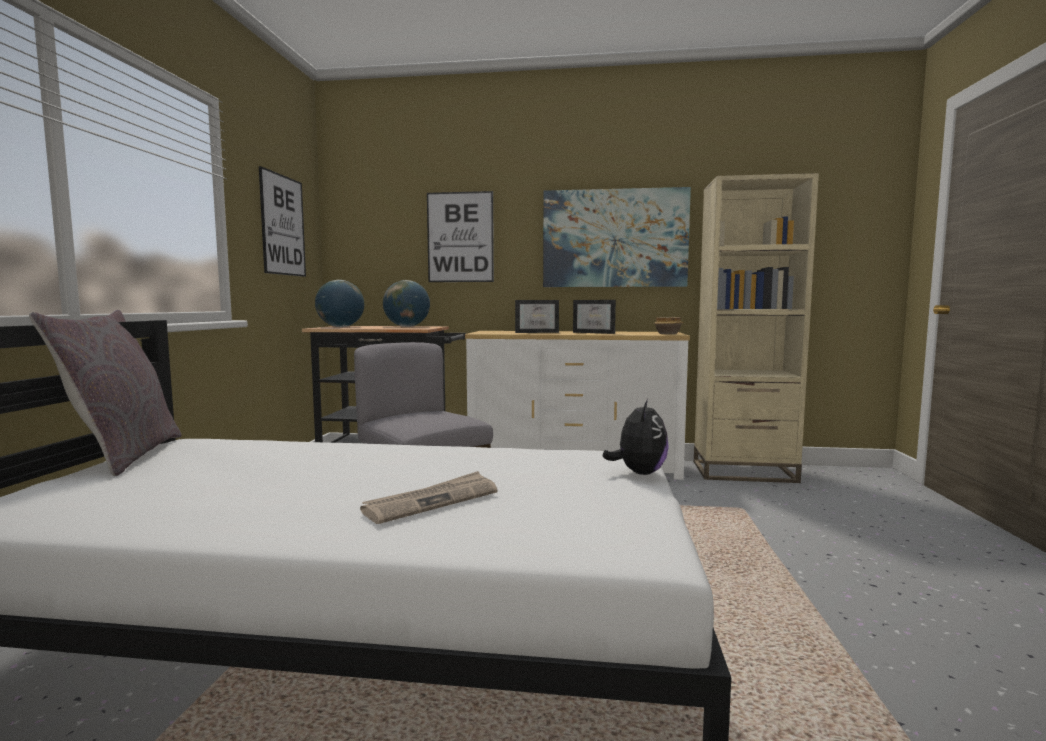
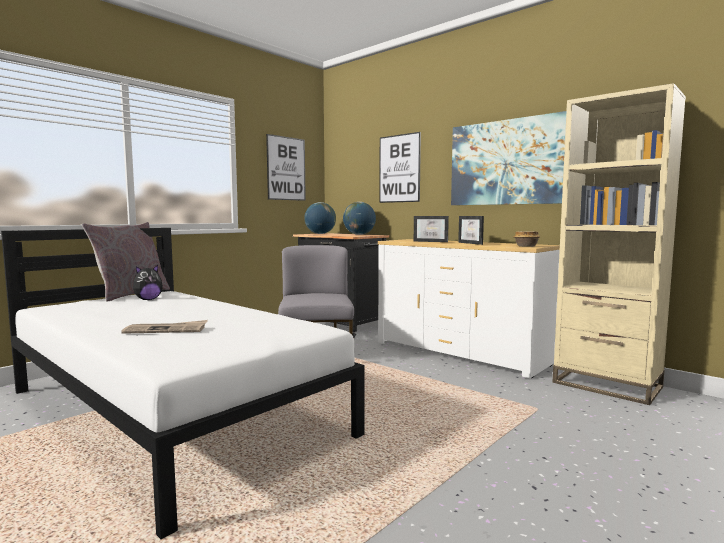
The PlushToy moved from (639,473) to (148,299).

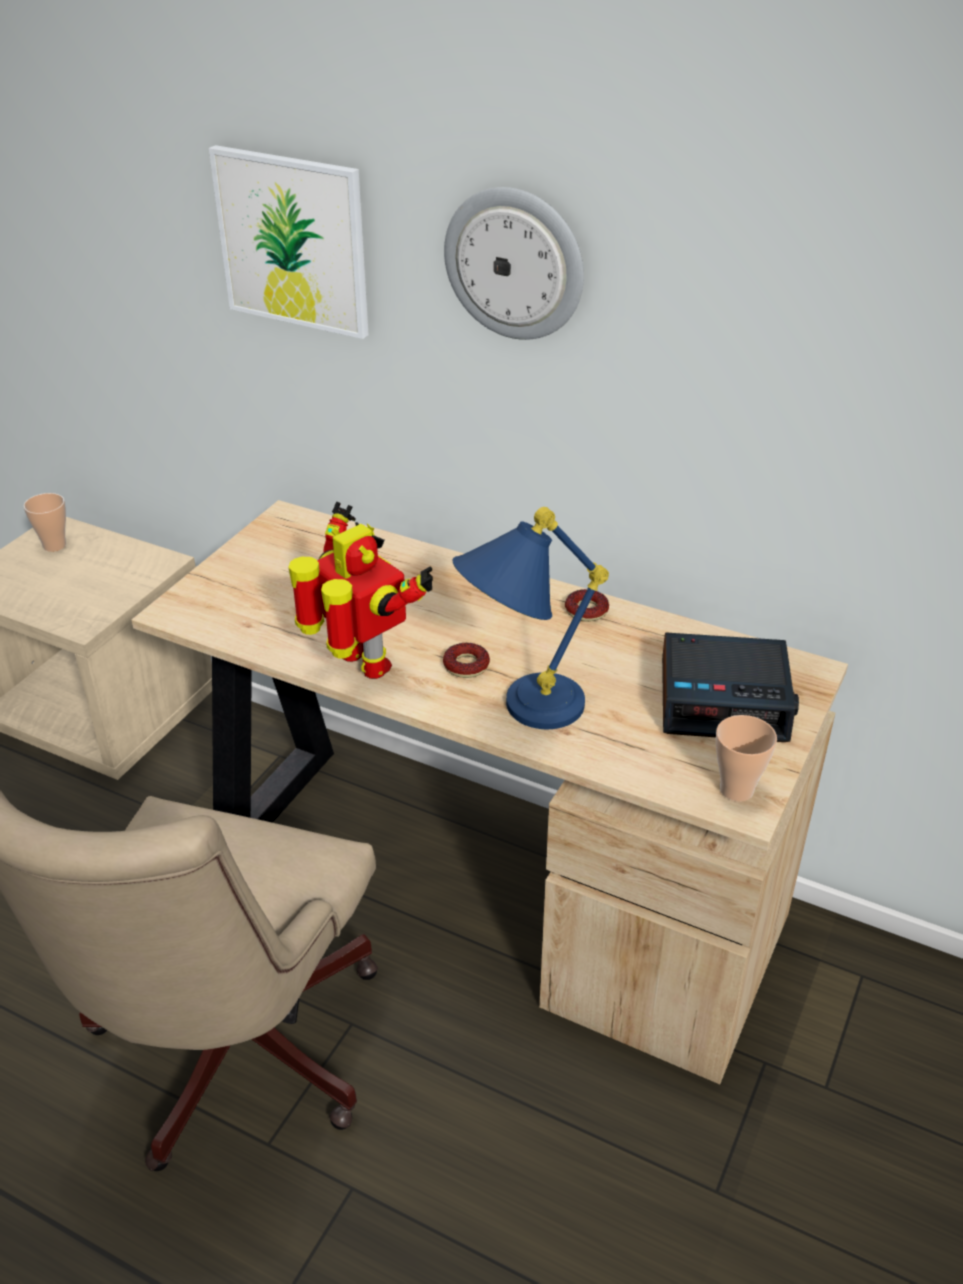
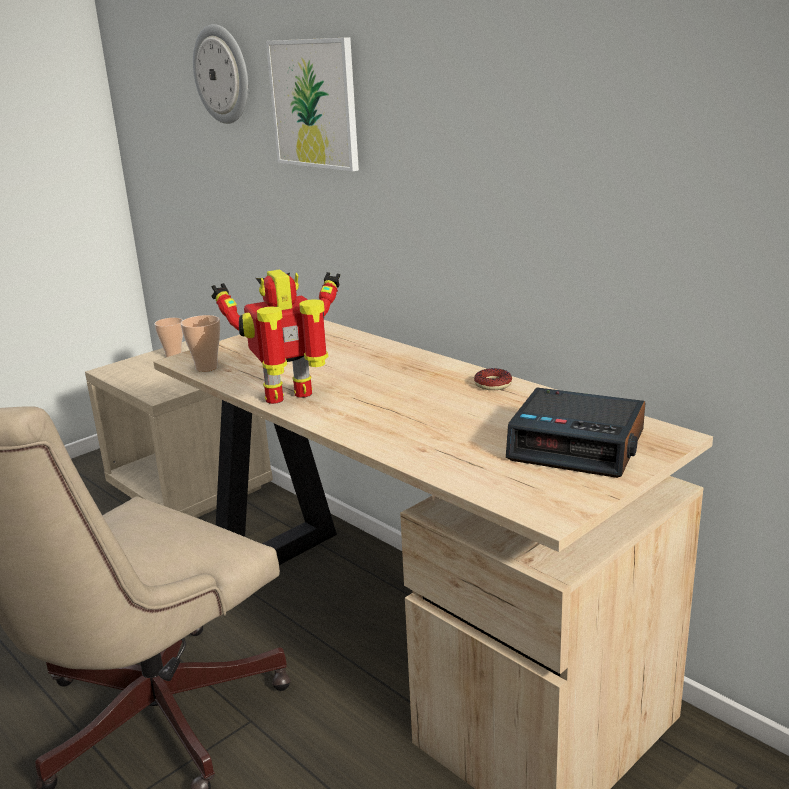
The WallClock moved from (515,263) to (223,74).
The ToyRobot at (362,665) turned 90 degrees counterclockwise.
The BlueTableLamp at (518,712) disappeared.
The Donut at (466,665) disappeared.
The Cup moved from (736,790) to (206,367).

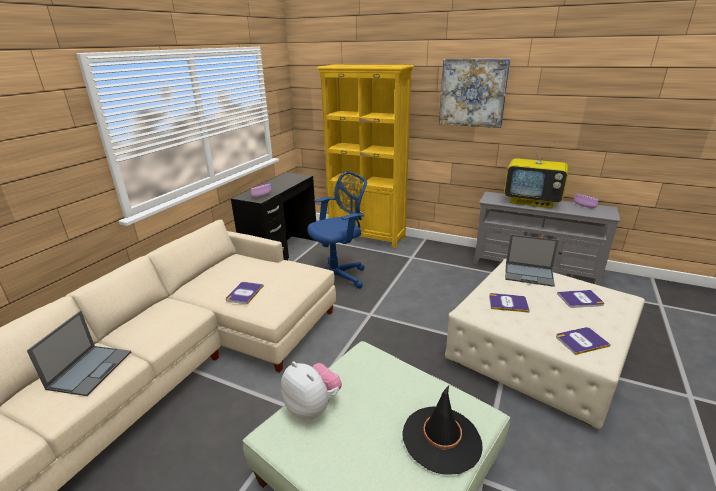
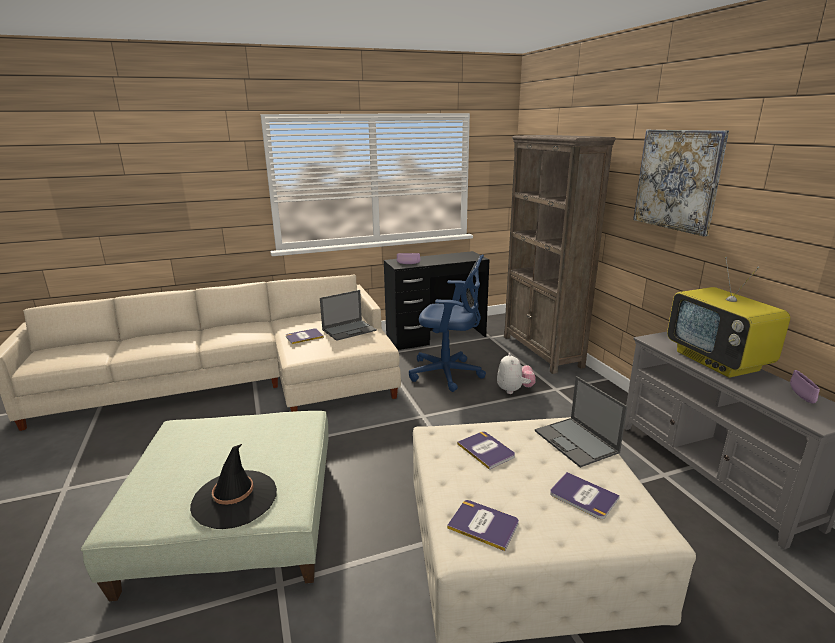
The YellowBookcase at (367,236) became the BrownBookcase at (542,351).
The Laptop moved from (91,369) to (349,330).
The PlushToy moved from (312,407) to (514,390).

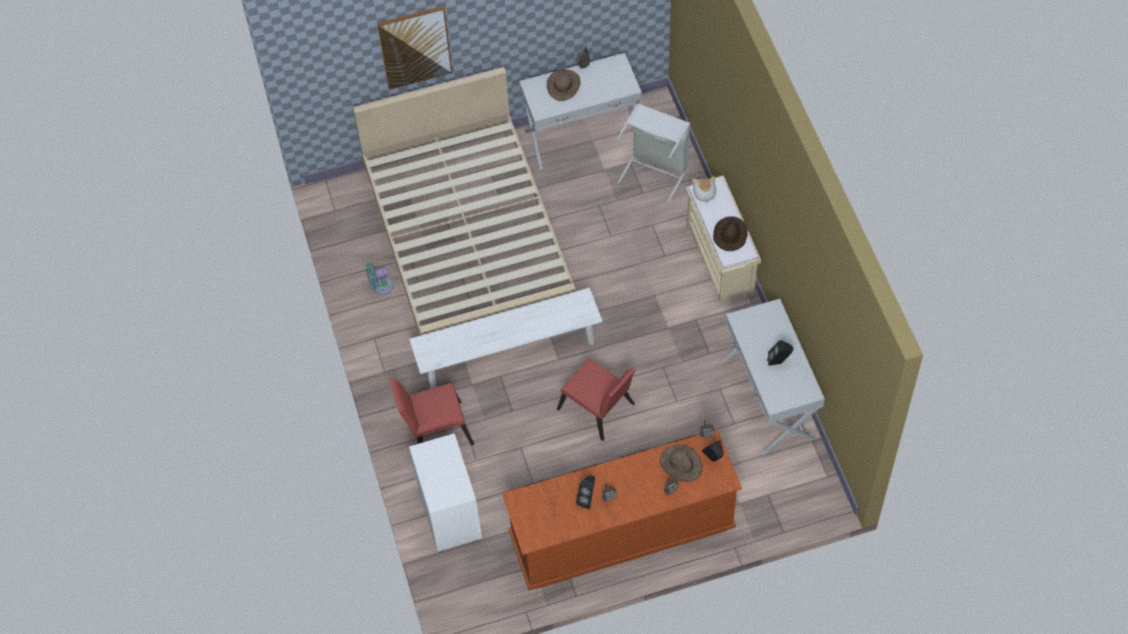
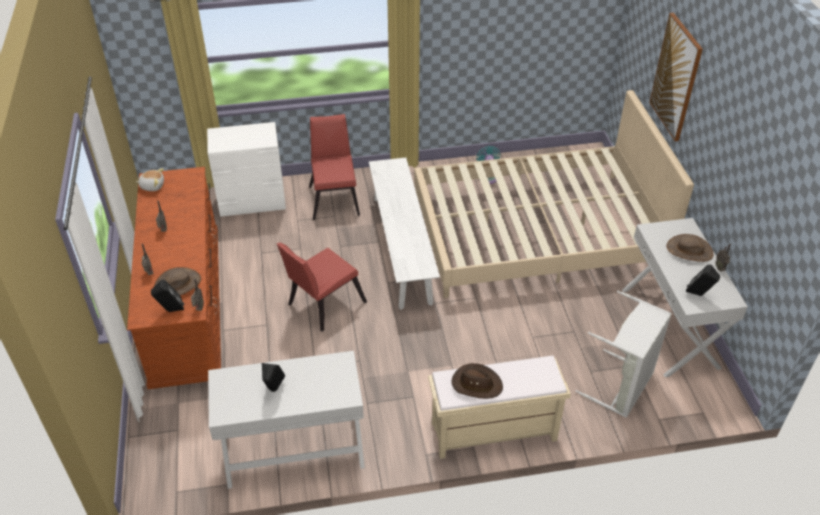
The PlushToy moved from (704,194) to (152,186).
The BlackSpeaker moved from (587,499) to (699,294).

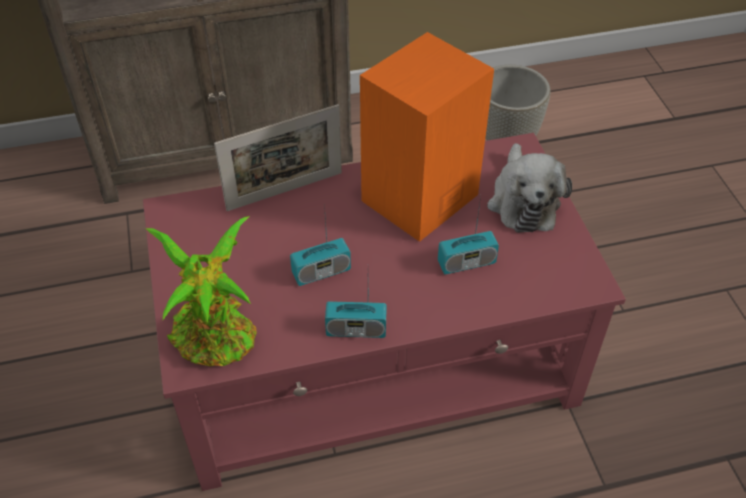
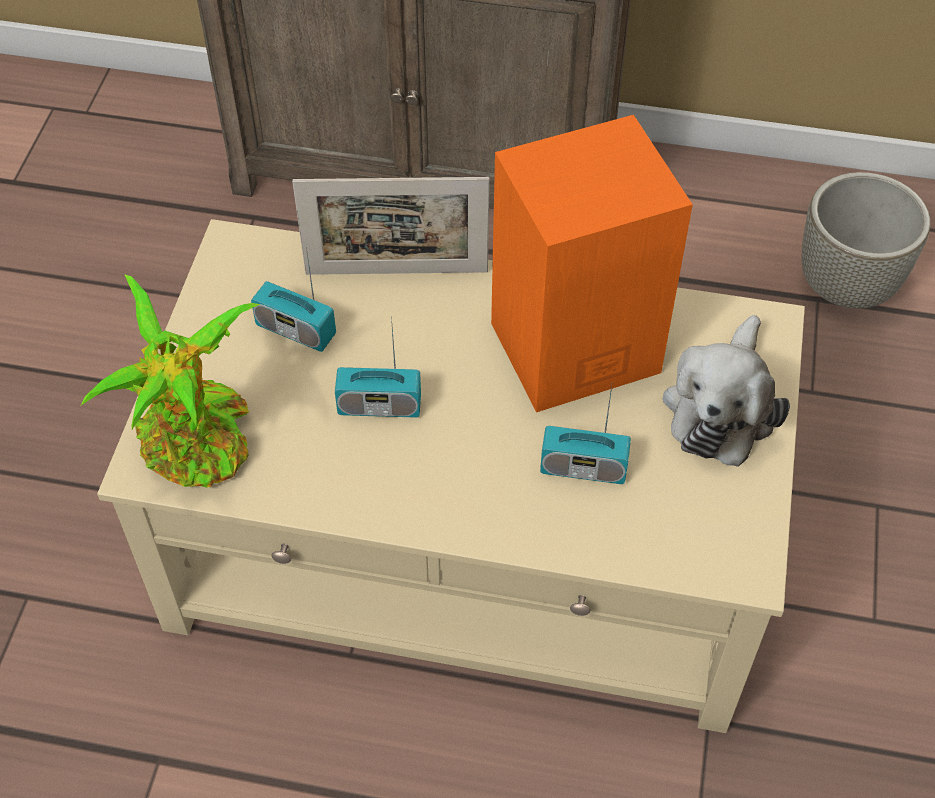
The RedCoffeeTable at (374,359) became the BeigeCoffeeTable at (470,547).
The Radio moved from (356,329) to (295,330).

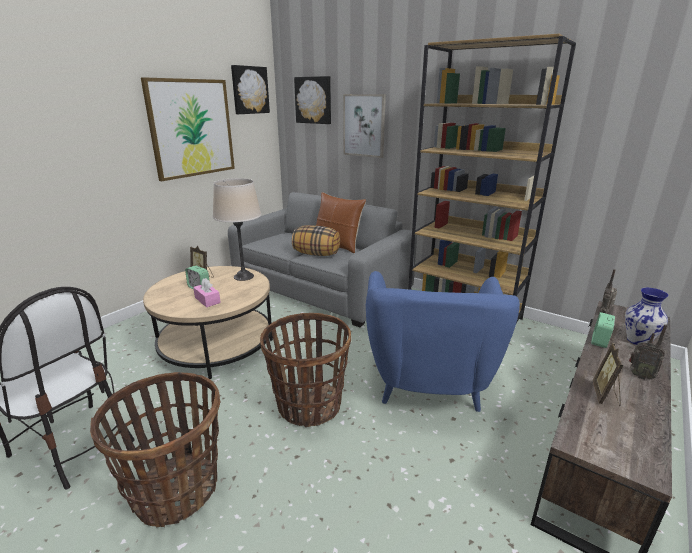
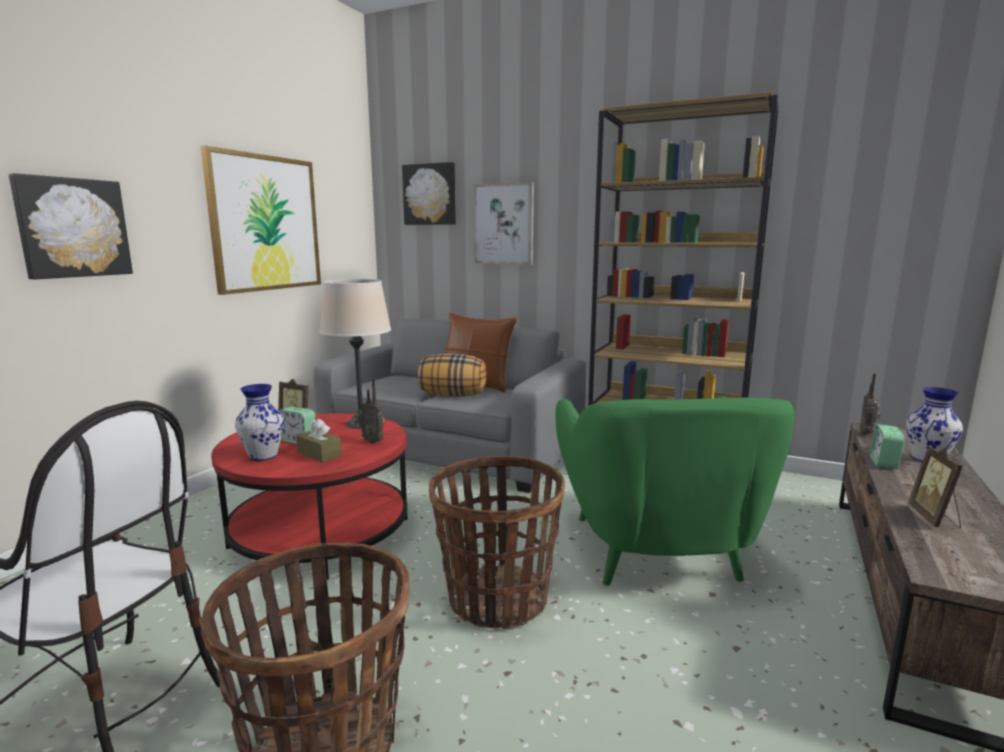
The Picture moved from (249,90) to (72,228).
The BeigeCoffeeTable at (217,344) became the RedCoffeeTable at (321,532).
The BlueArmchair at (428,381) became the GreenArmchair at (655,550).
The PinkTissueBox at (207,300) became the BrownTissueBox at (319,454).
The Radio moved from (639,375) to (373,441).
The Vase at (262,456) appeared.

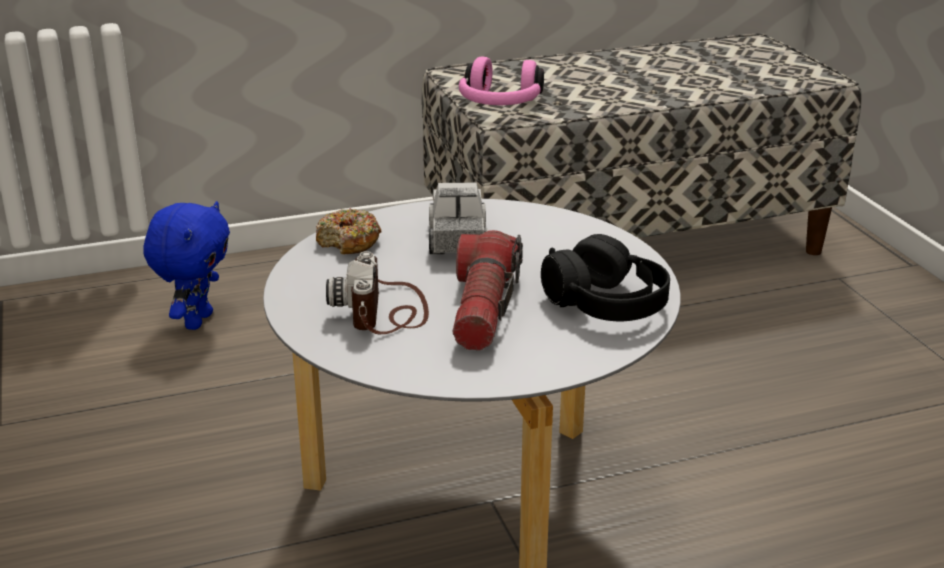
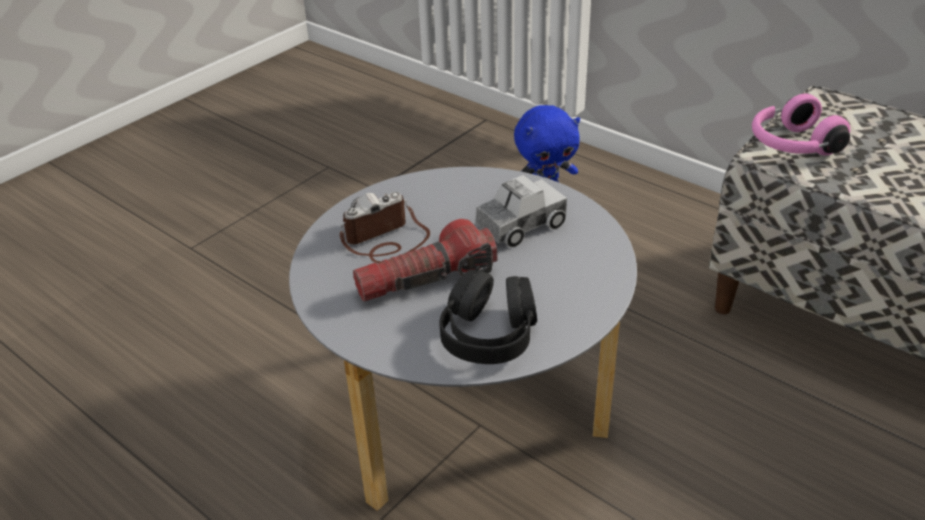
The Donut at (349,242) disappeared.

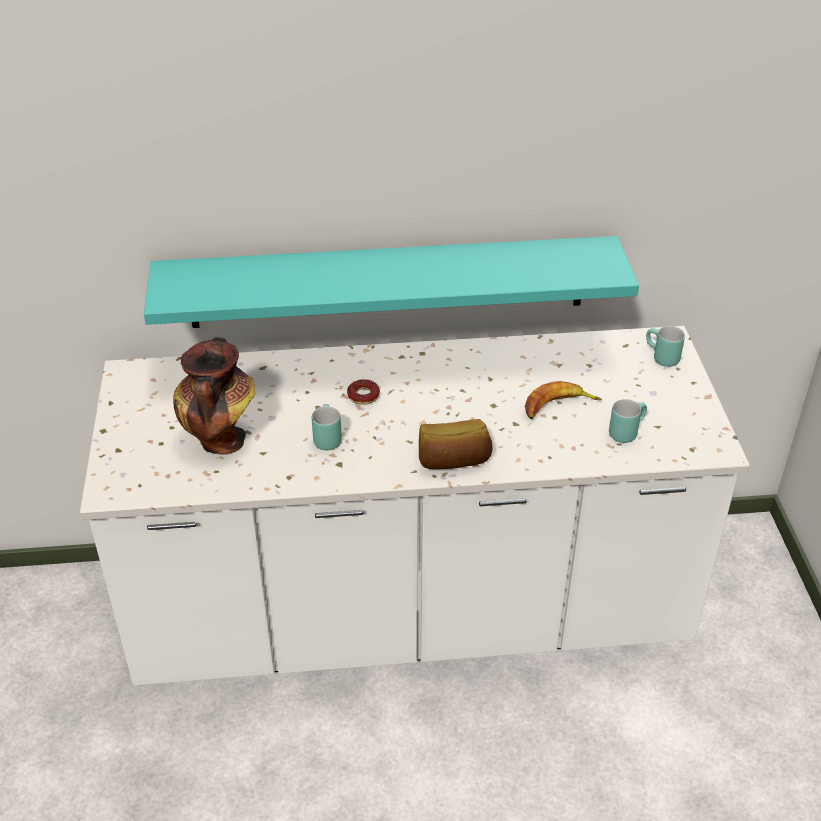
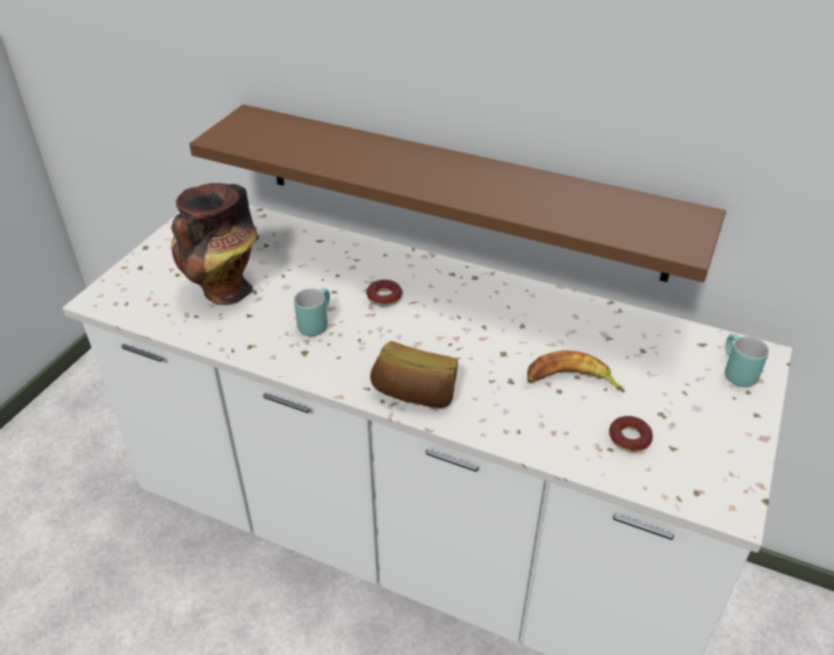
The TurquoiseShelf at (388,282) became the BrownShelf at (459,191).
The TurquoiseMug at (625,431) was replaced by the Donut at (629,438).

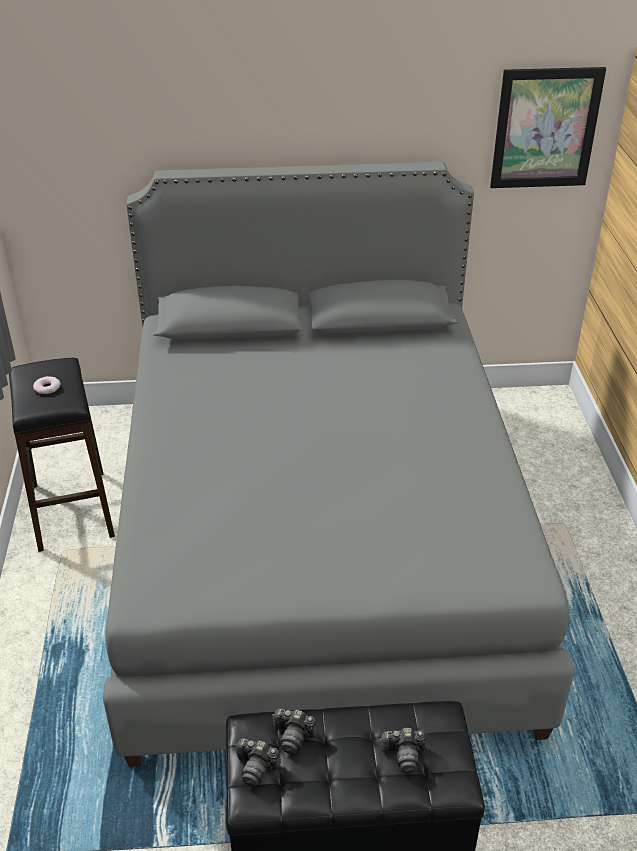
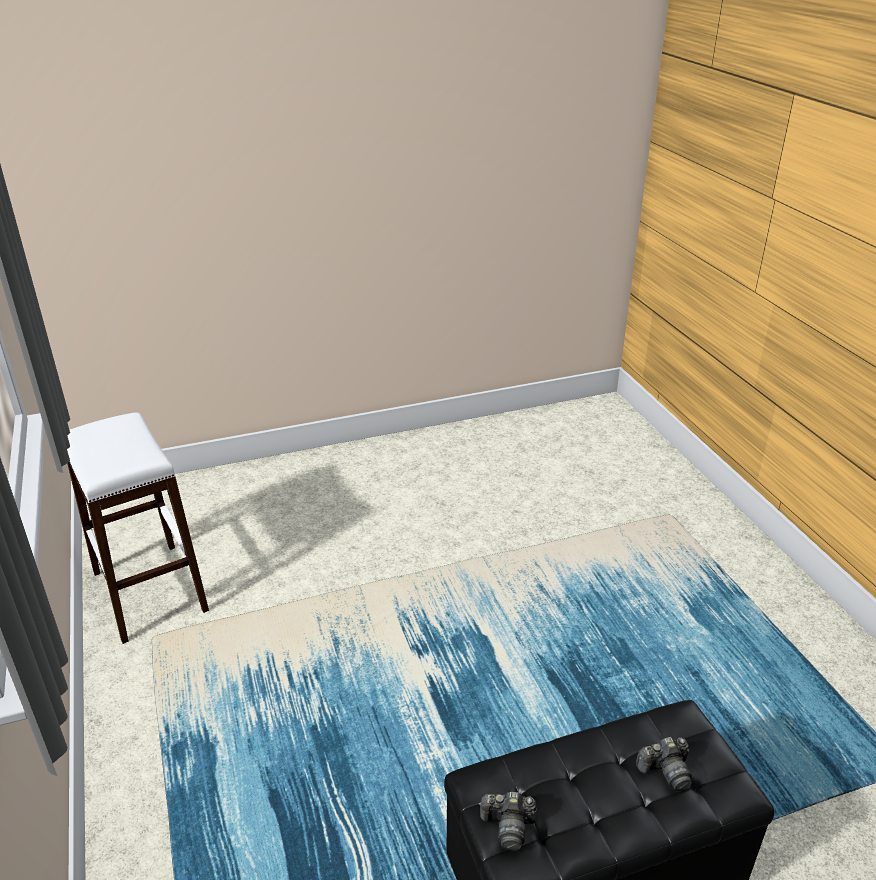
The Picture at (545,128) disappeared.
The GreyBed at (318,544) disappeared.
The BlackStool at (71,509) became the WhiteStool at (149,591).
The Donut at (47,388) disappeared.
The PhotoCamera at (293,736) disappeared.

